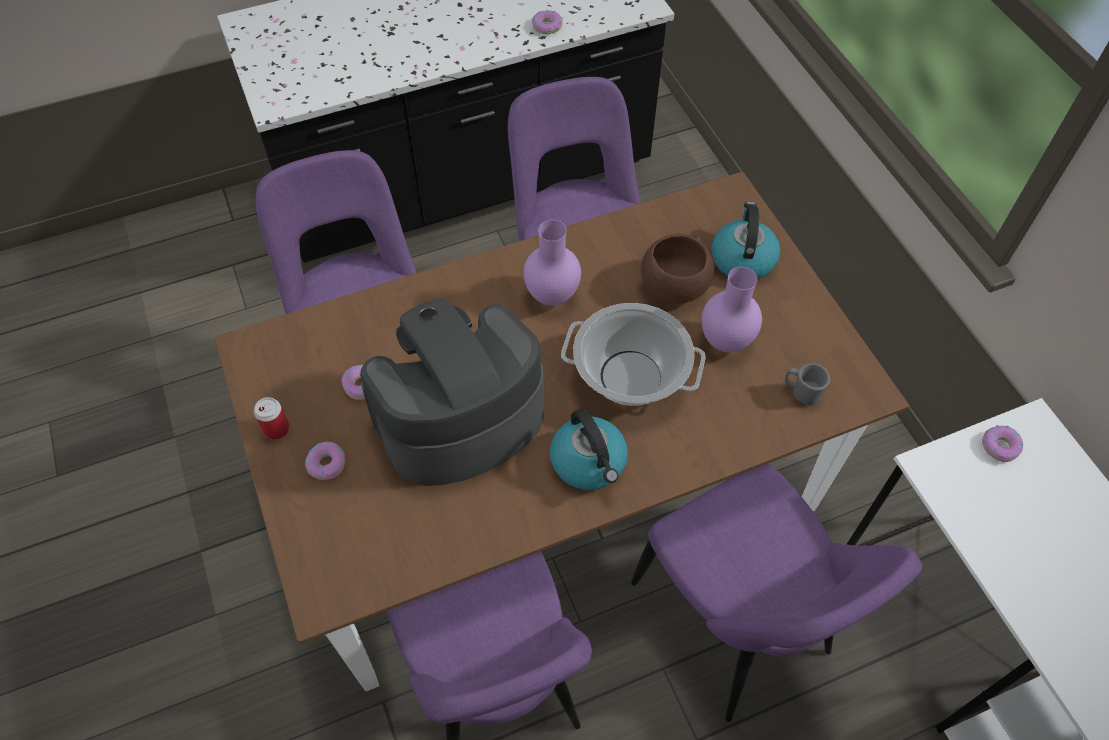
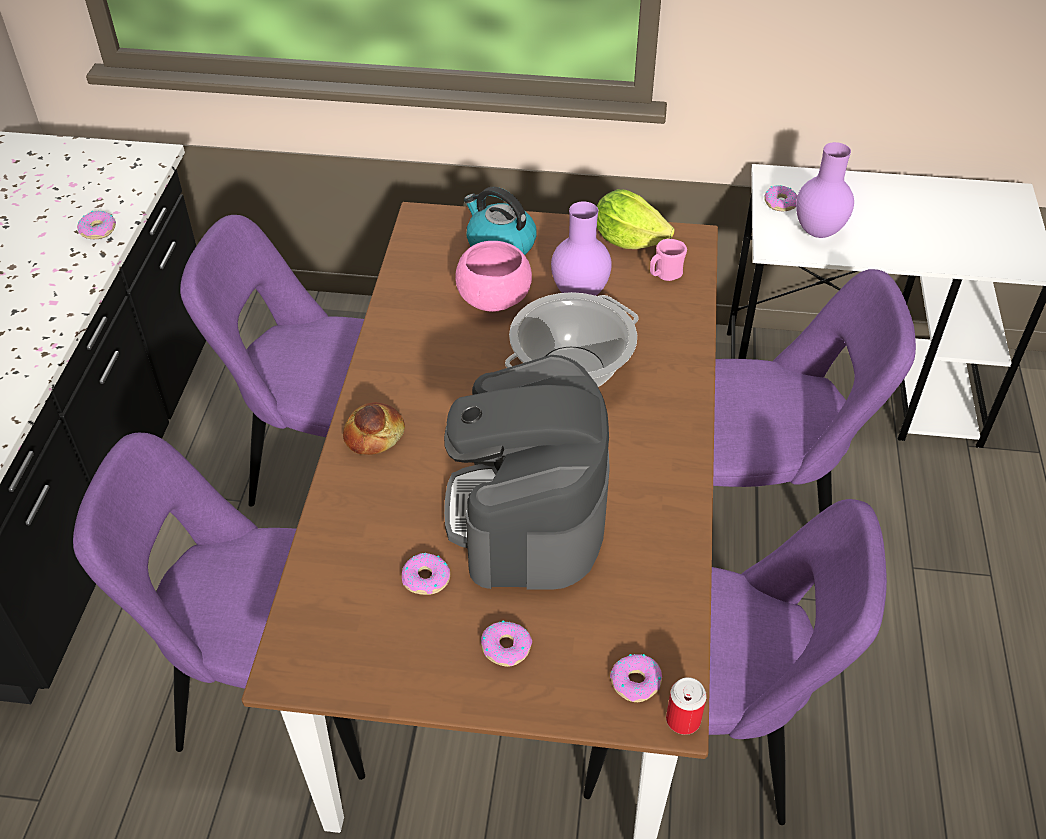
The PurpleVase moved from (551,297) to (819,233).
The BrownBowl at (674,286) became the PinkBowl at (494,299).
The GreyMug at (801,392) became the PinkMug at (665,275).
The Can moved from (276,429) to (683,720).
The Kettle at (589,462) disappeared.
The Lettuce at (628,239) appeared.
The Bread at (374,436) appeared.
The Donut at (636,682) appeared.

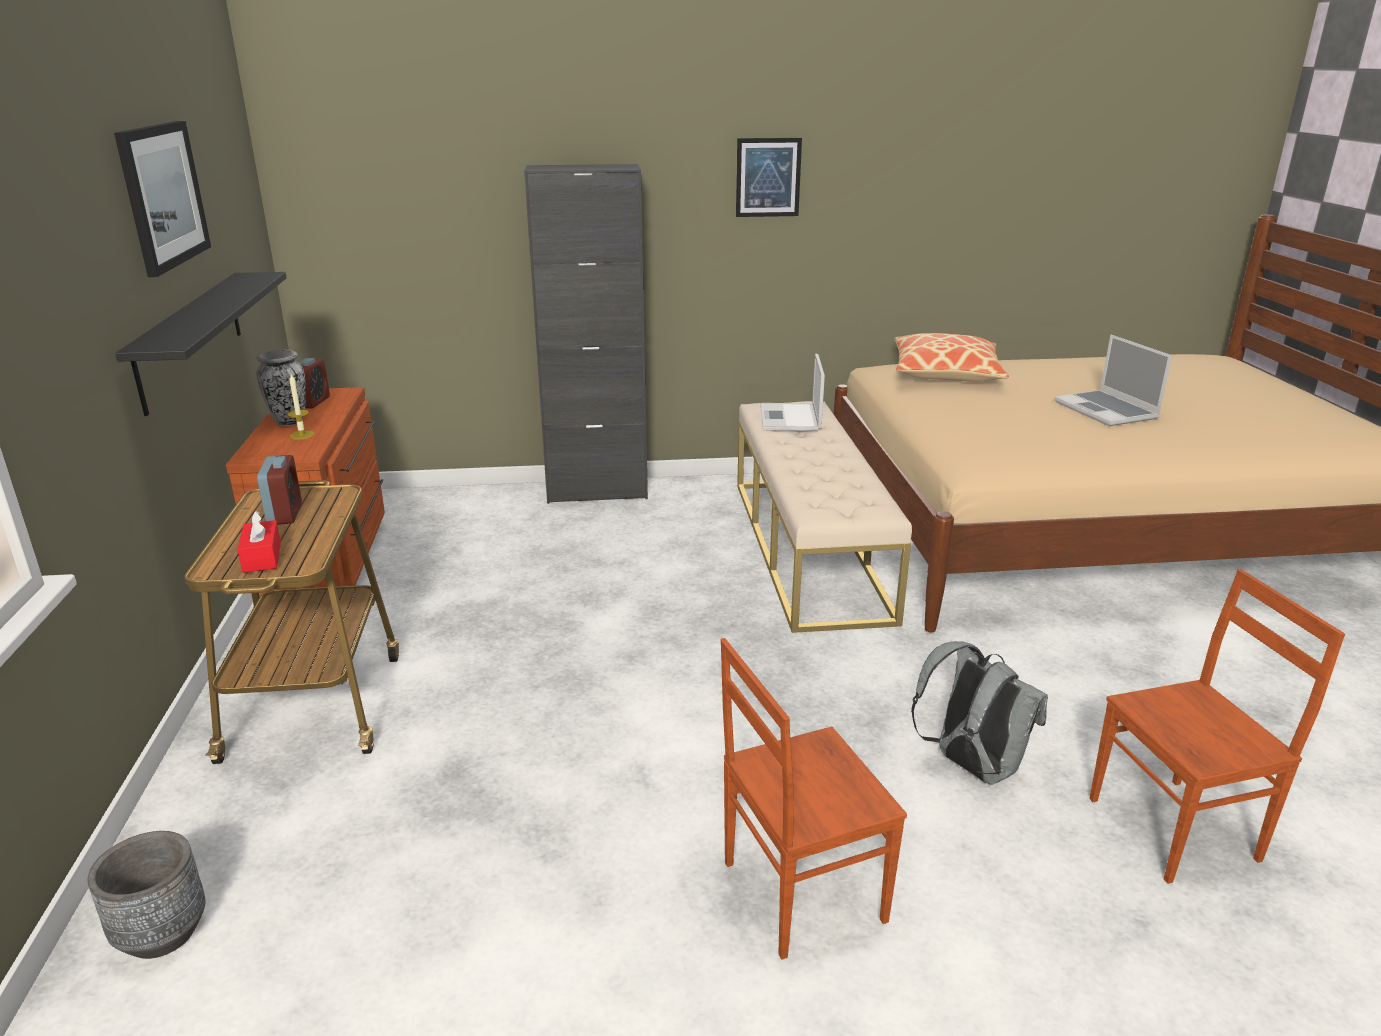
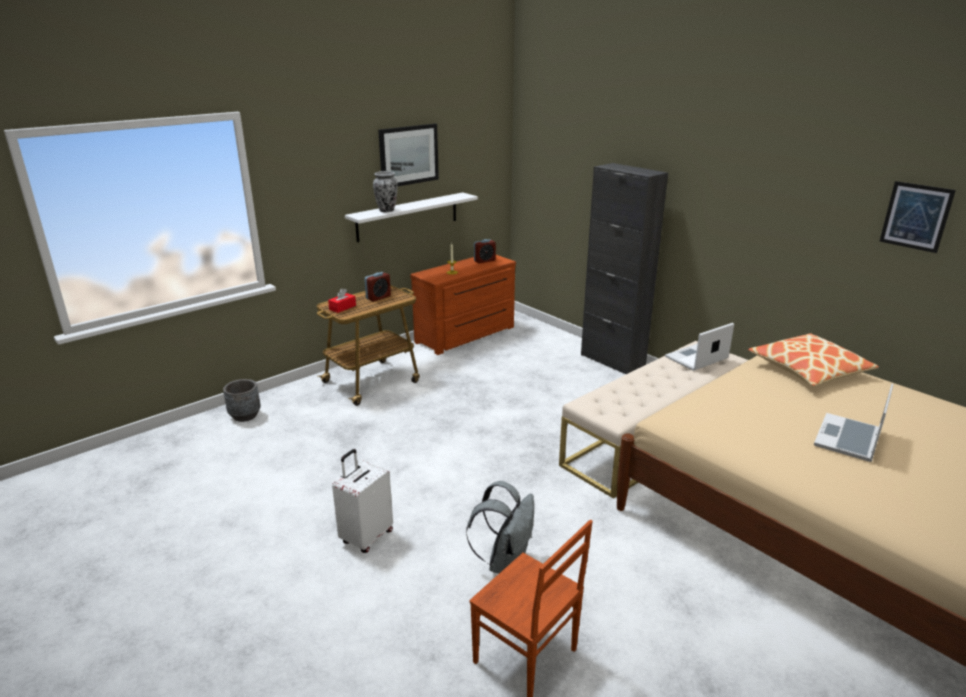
The Picture moved from (768,177) to (916,216).
The BlackShelf at (190,338) became the WhiteShelf at (407,216).
The Vase moved from (289,421) to (387,210).
The BrownChair at (799,890) was replaced by the WhiteSuitcase at (366,537).

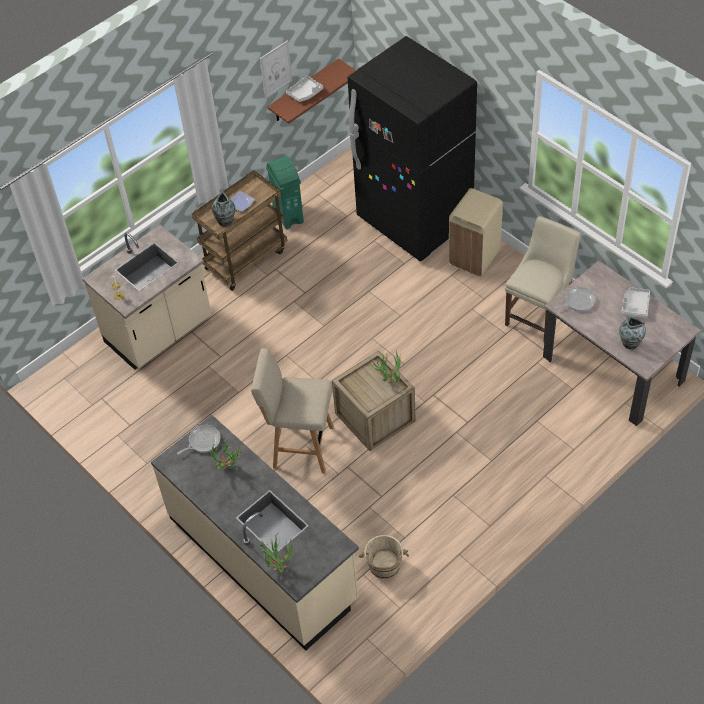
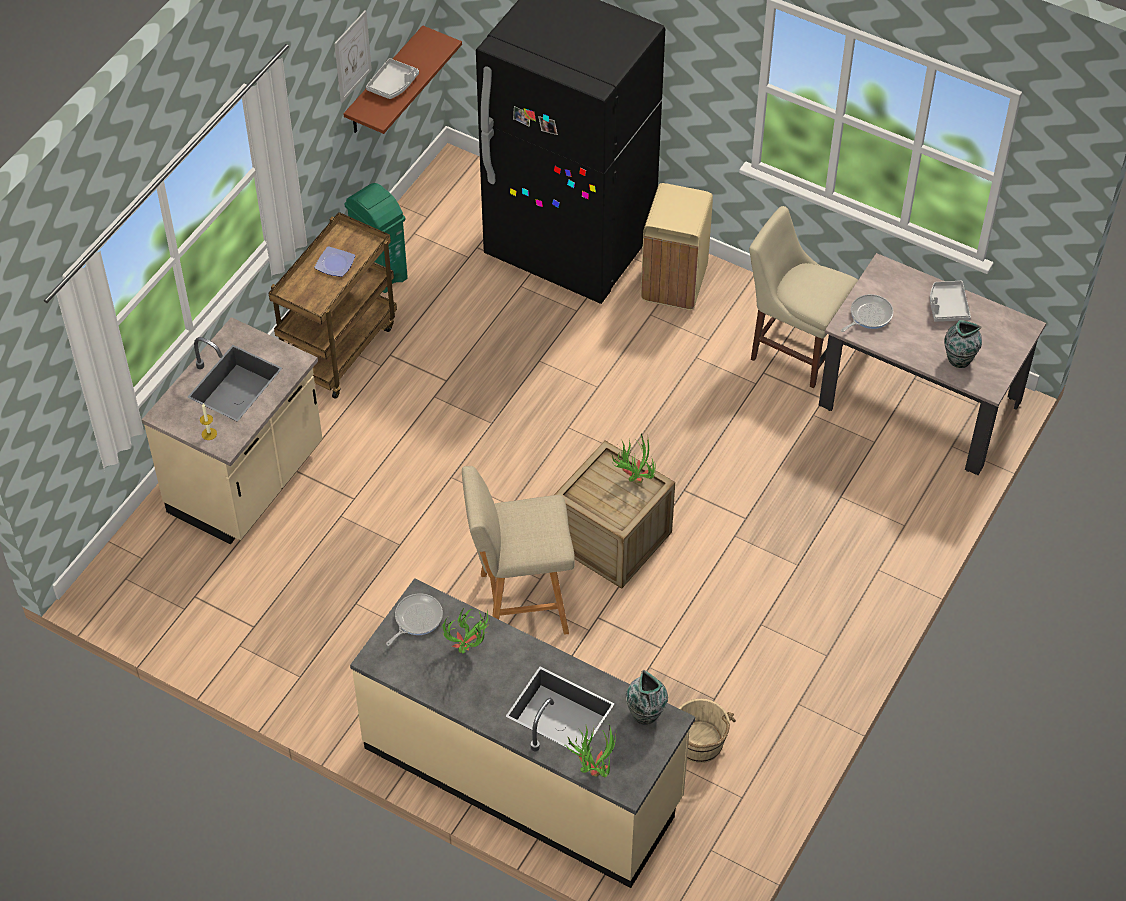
The Vase moved from (225,221) to (645,714).
The BeigeChair at (539,315) turned 75 degrees counterclockwise.

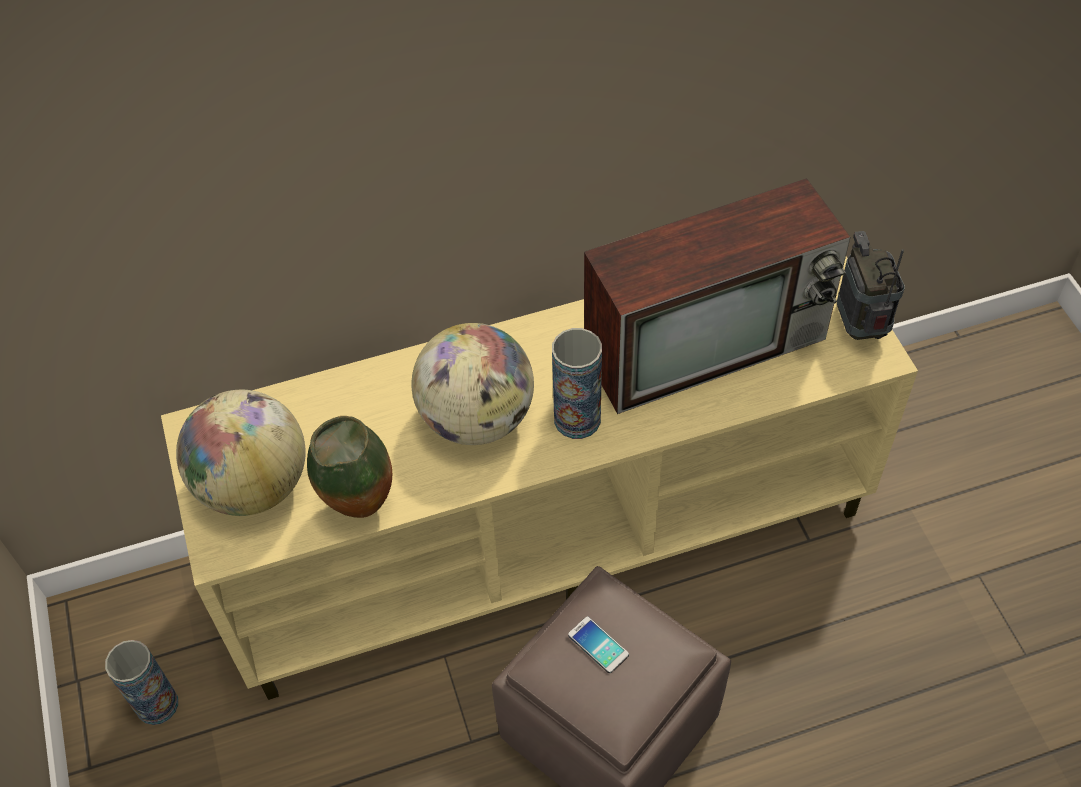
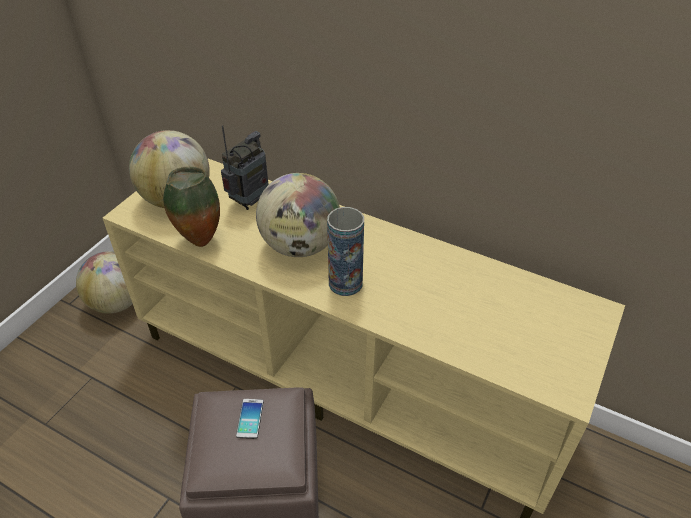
The Television at (708,343) disappeared.
The Radio moved from (860,327) to (250,201).
The Vase at (157,704) was replaced by the Globe at (117,302).

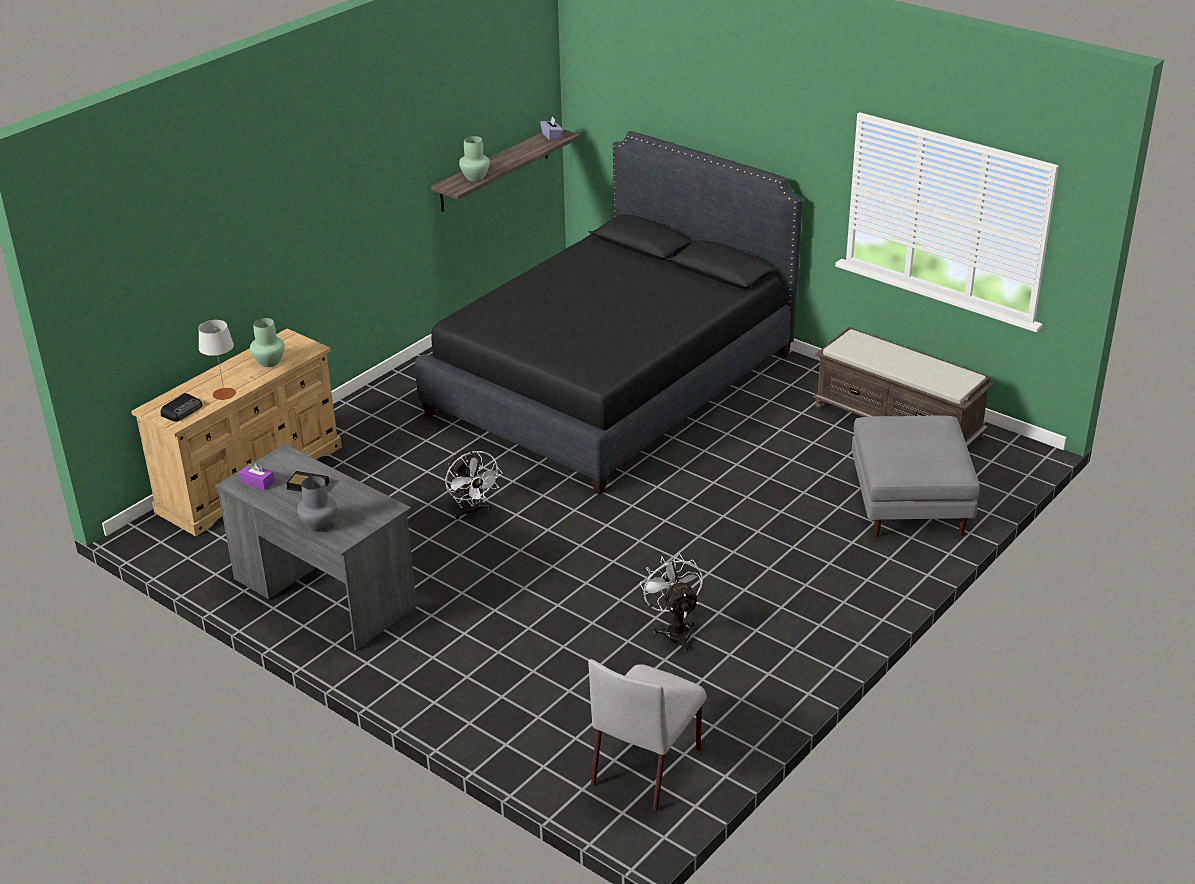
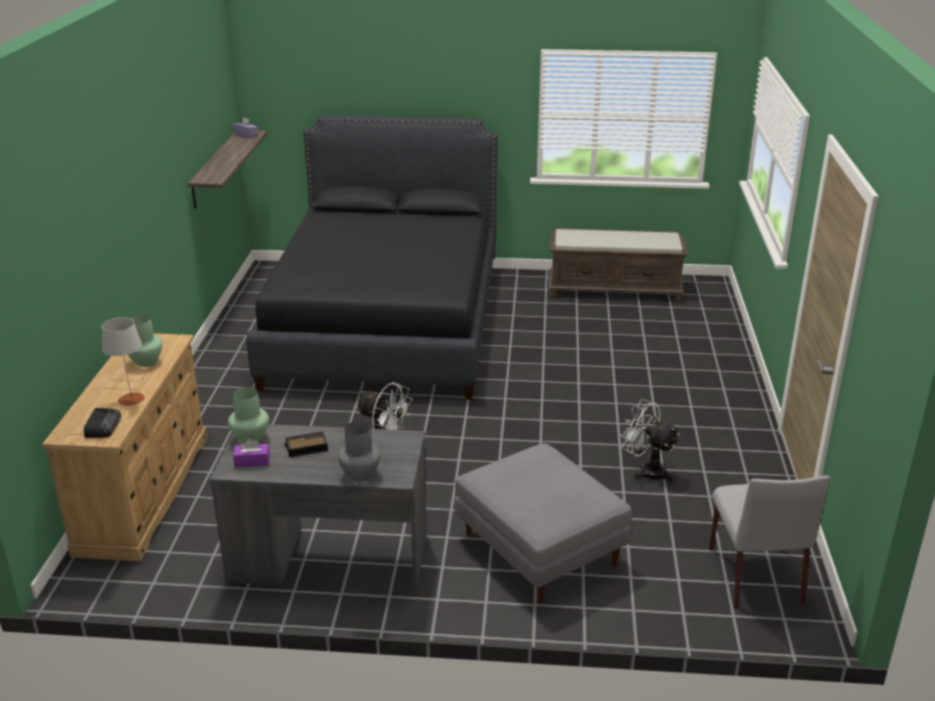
The GreenVase moved from (475,177) to (251,438).
The GreyOttoman moved from (908,501) to (538,548).

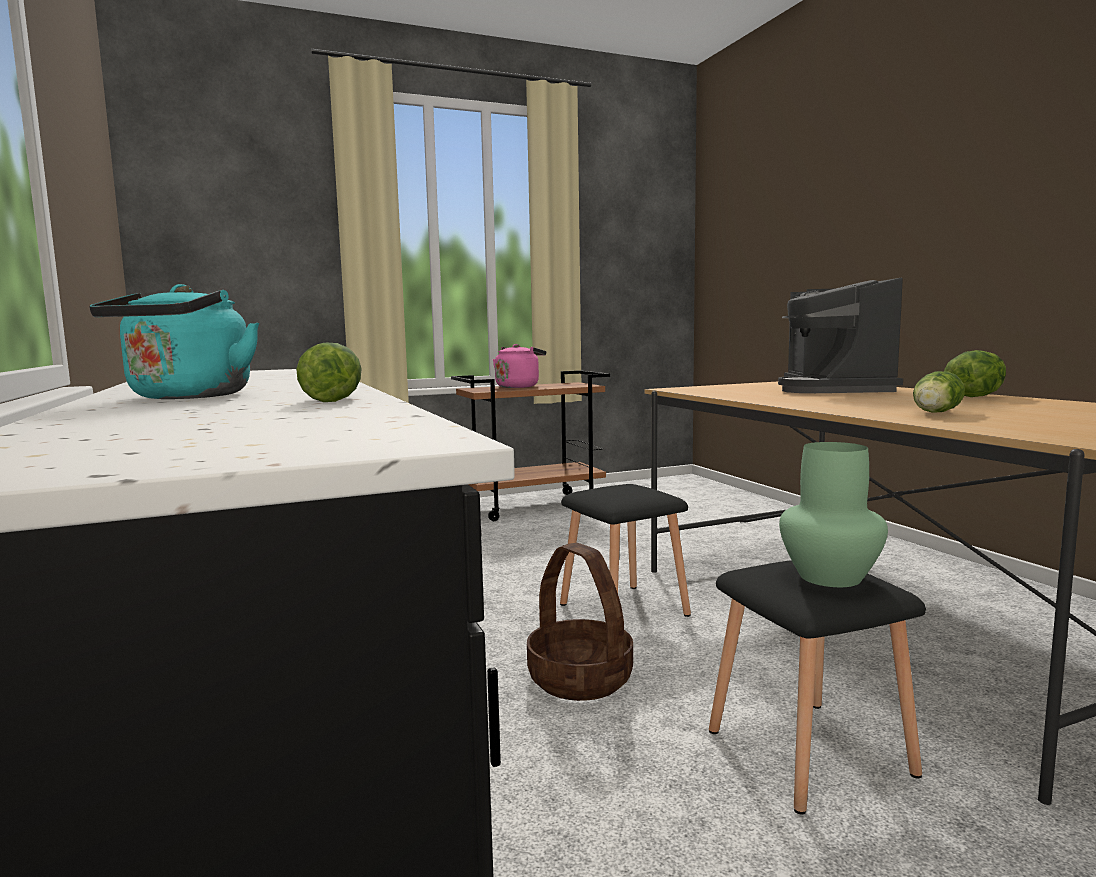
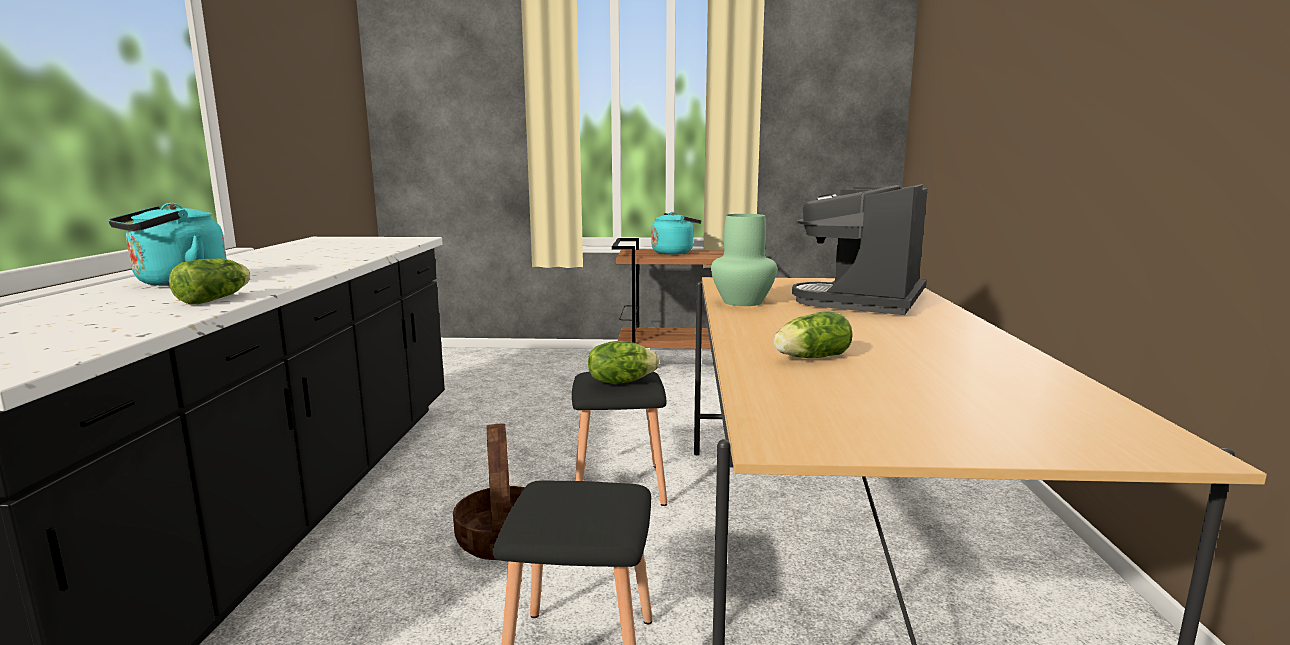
The PinkKettle at (518,386) became the TurquoiseKettle at (674,252).
The Lettuce moved from (974,396) to (621,381).
The GreenVase moved from (830,576) to (743,302).

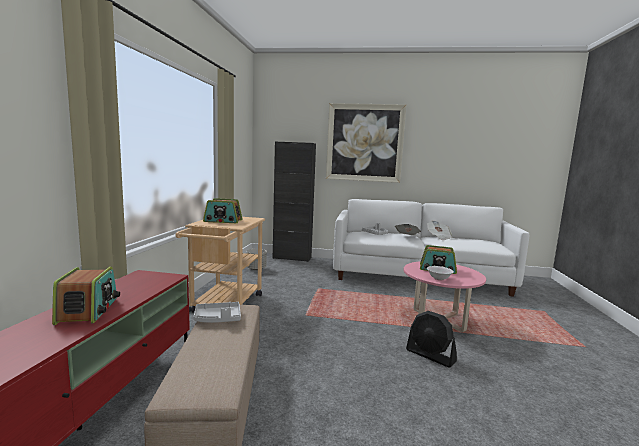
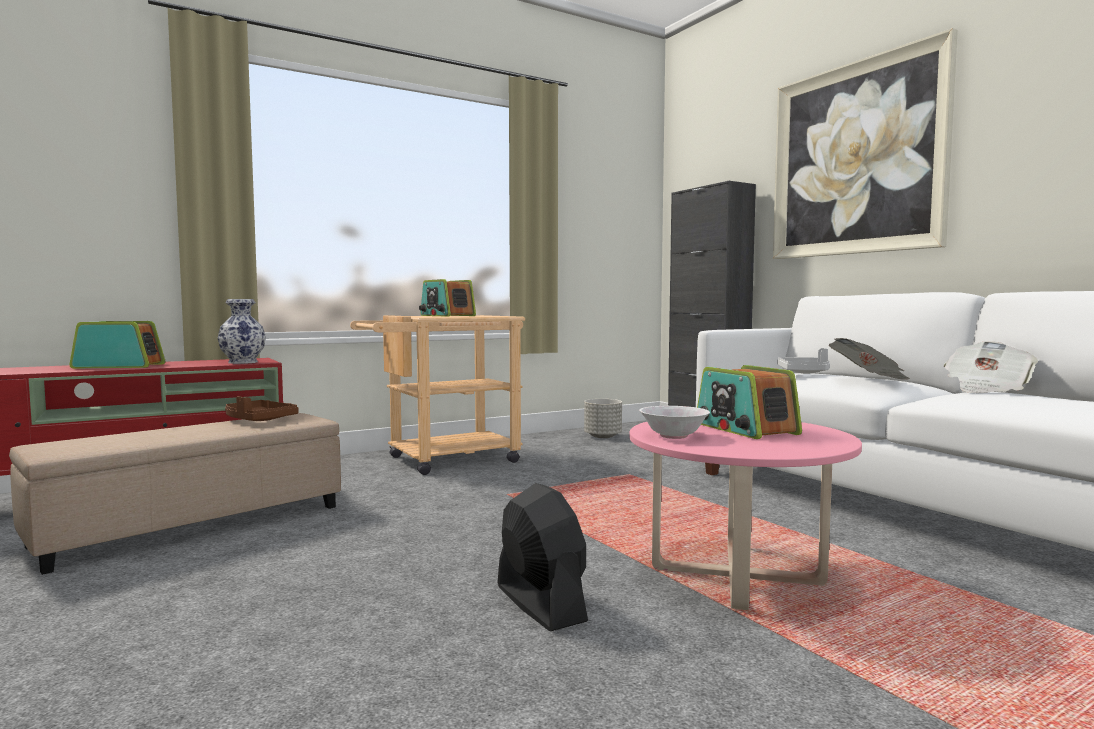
The Radio at (88,310) turned 135 degrees counterclockwise.
The GreyTray at (218,319) became the BrownTray at (258,420).
The BlackFan at (430,355) turned 150 degrees clockwise.
The Vase at (242,362) appeared.

